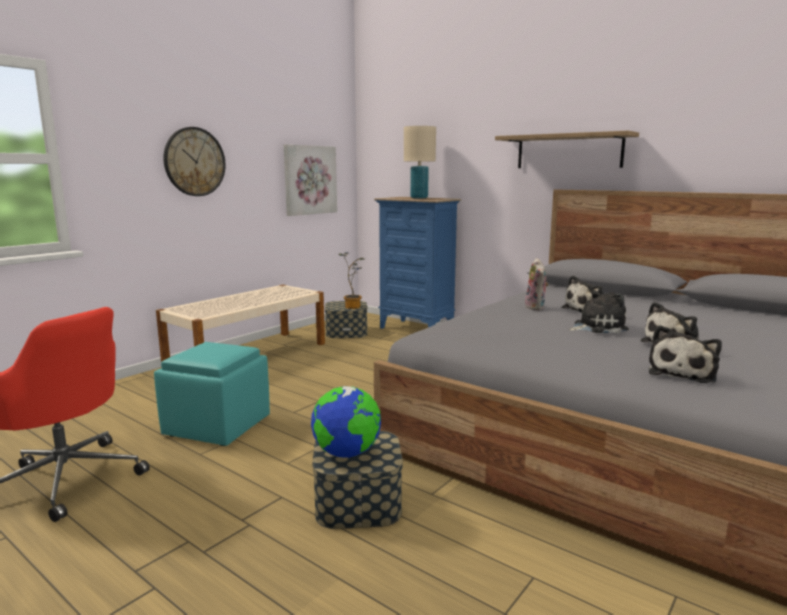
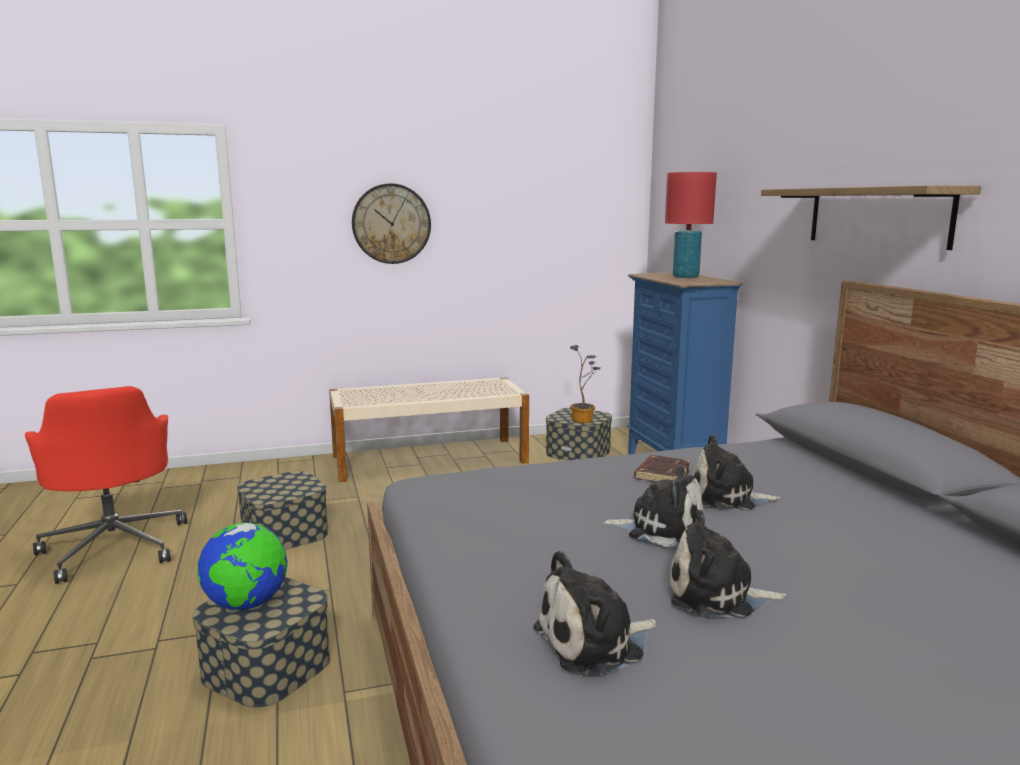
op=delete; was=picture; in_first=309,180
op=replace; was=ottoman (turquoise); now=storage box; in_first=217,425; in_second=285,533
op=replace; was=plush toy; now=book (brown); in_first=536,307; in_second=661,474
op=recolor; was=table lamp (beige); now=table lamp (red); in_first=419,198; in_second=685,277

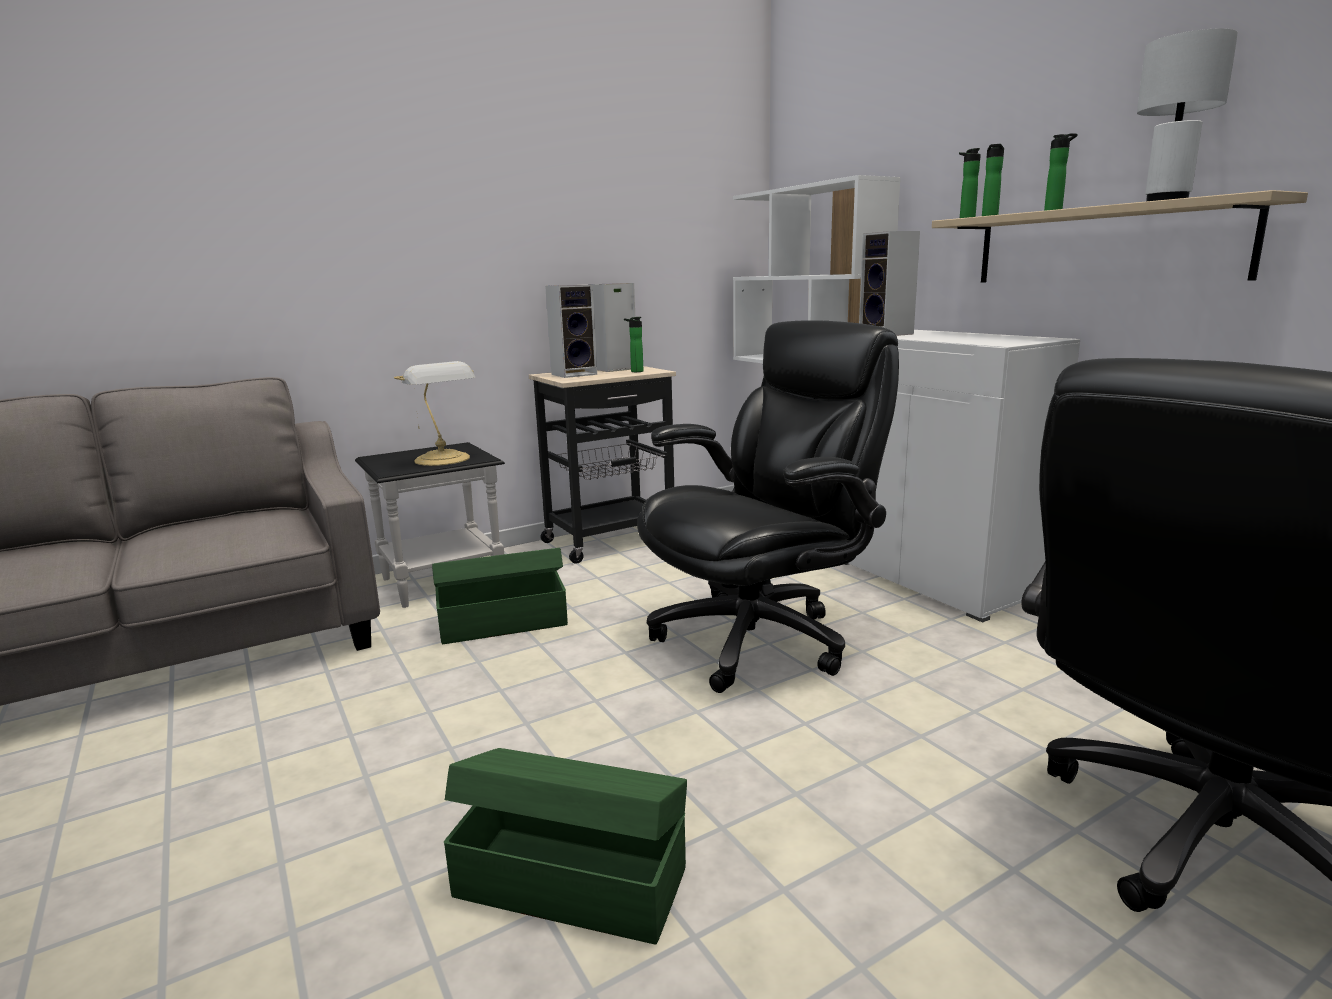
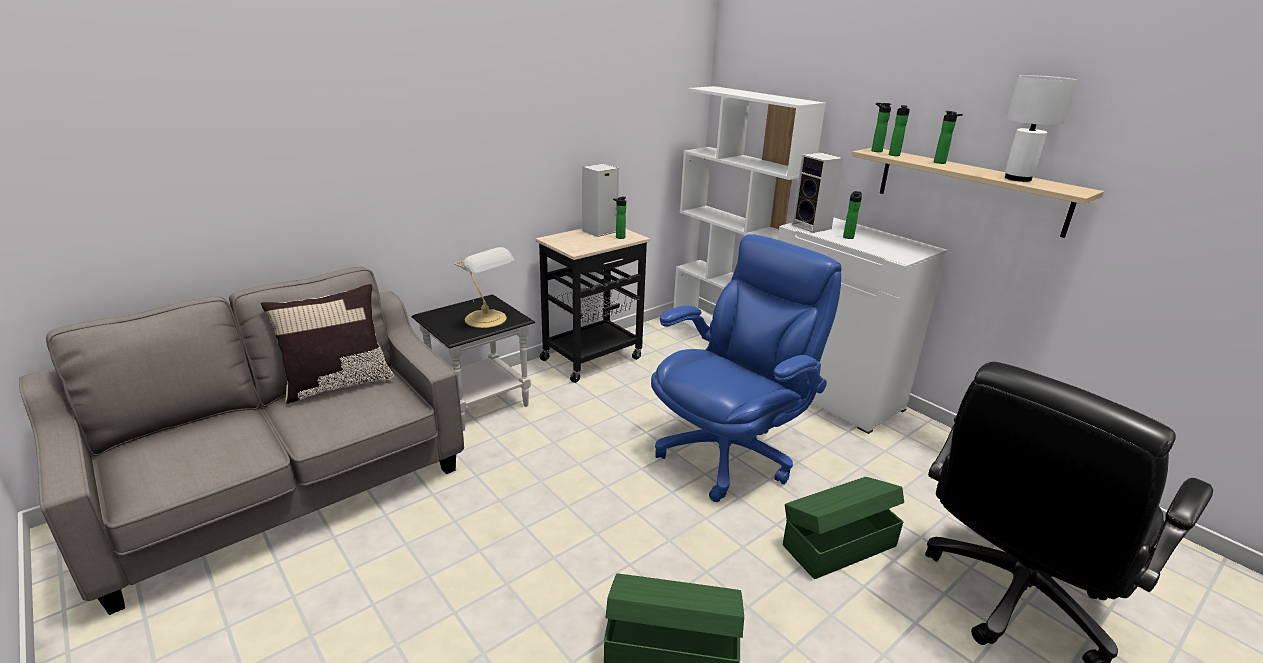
op=delete; was=speaker; in_first=575,374
op=insert; now=pillow; in_second=339,384
op=insert; now=bottle; in_second=848,237
op=move; was=storage box (green); in_first=501,622; in_second=837,545
op=recolor; was=office chair (black); now=office chair (blue); in_first=759,640; in_second=728,454

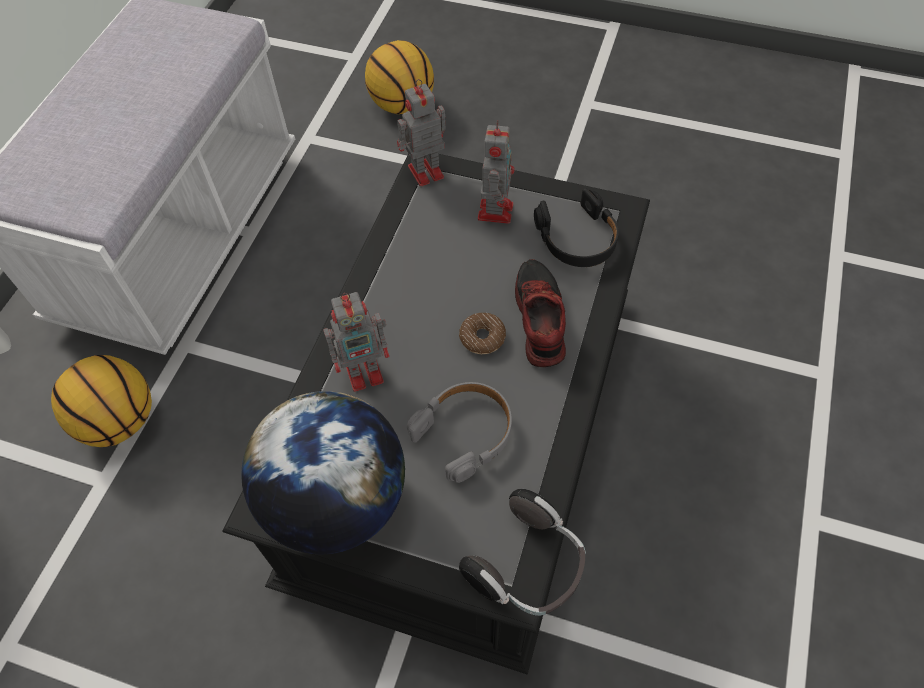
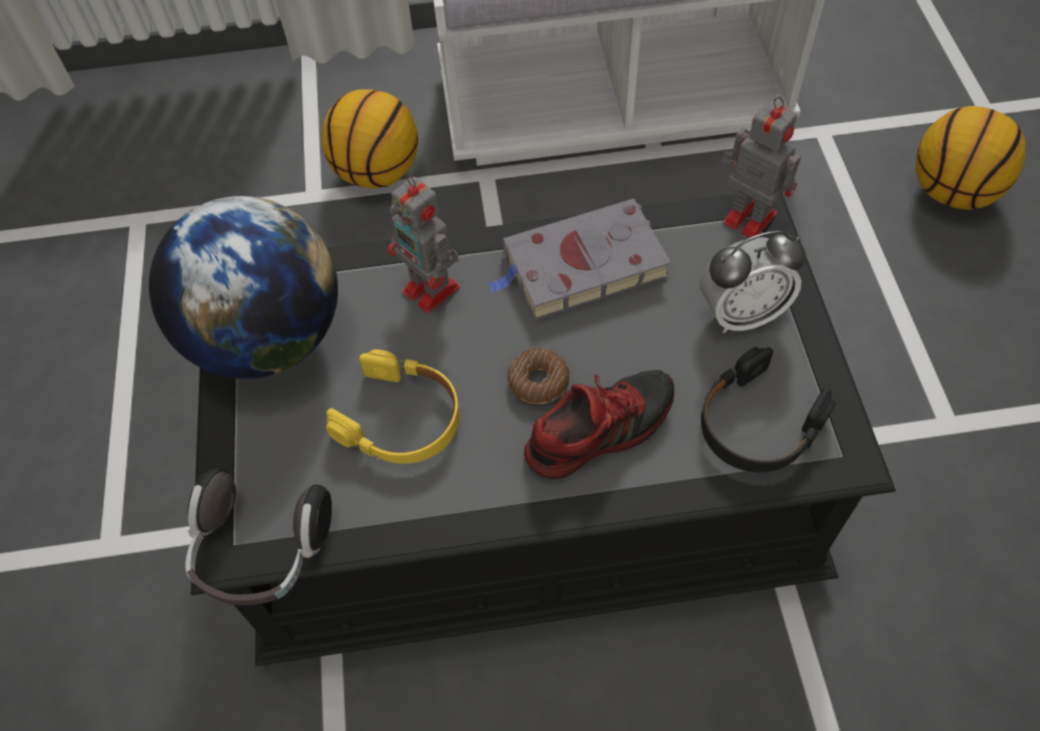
op=insert; now=book (grey); in_second=580,267
op=replace; was=toy robot; now=alarm clock; in_first=495,210; in_second=741,314
op=recolor; was=headphones (grey); now=headphones (yellow); in_first=465,432; in_second=401,419

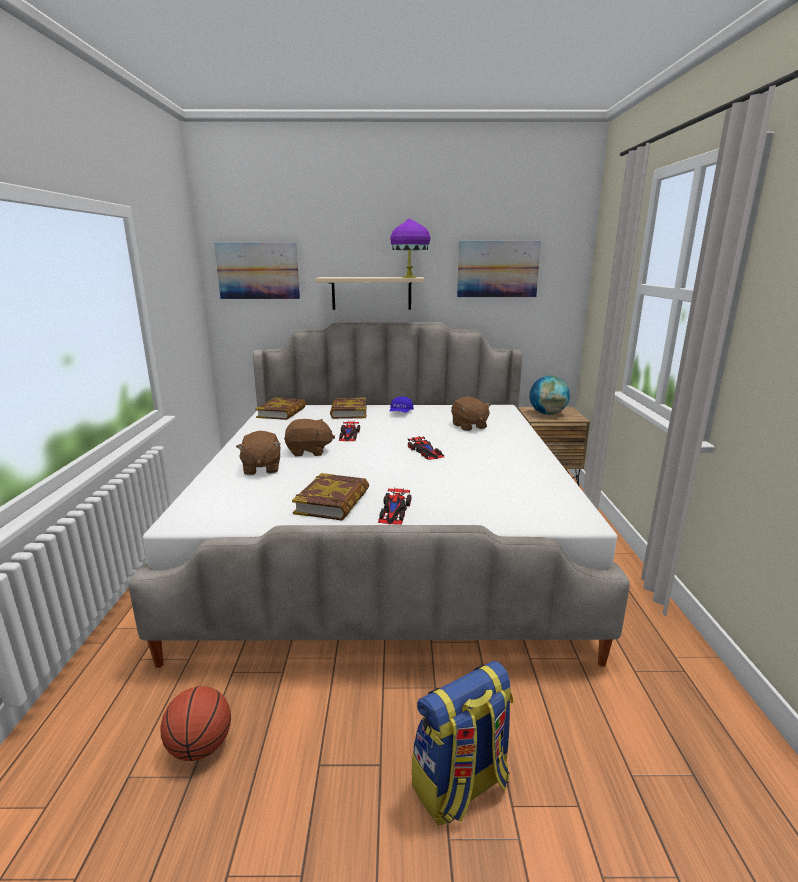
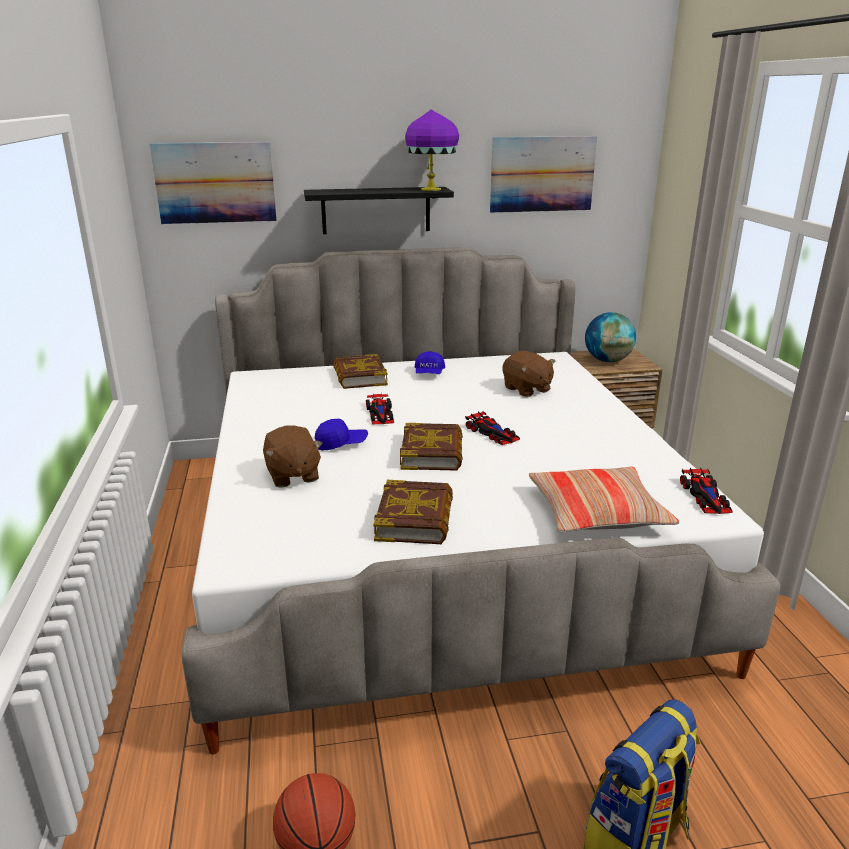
op=insert; now=pillow; in_second=597,512
op=move; was=book; in_first=282,412; in_second=432,453
op=move; was=toy car; in_first=394,511; in_second=705,496
op=replace; was=plush toy (brown); now=cap (blue); in_first=309,451; in_second=341,444
op=recolor; was=shelf (beige); now=shelf (black); in_first=371,293; in_second=376,210

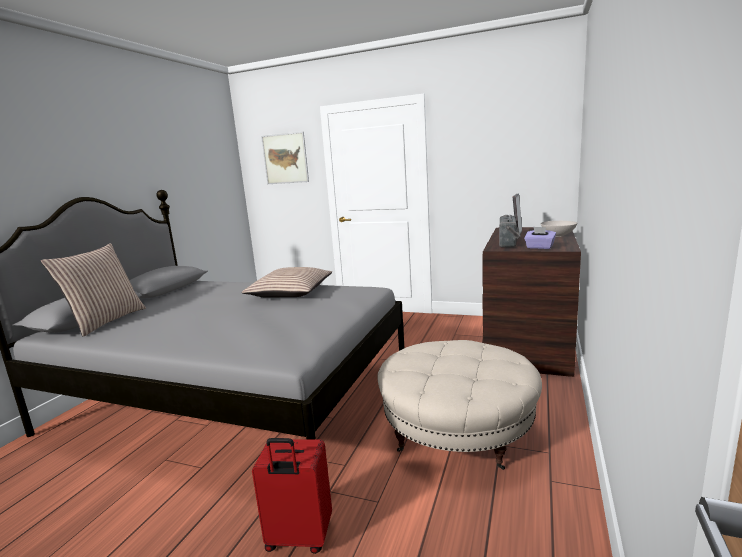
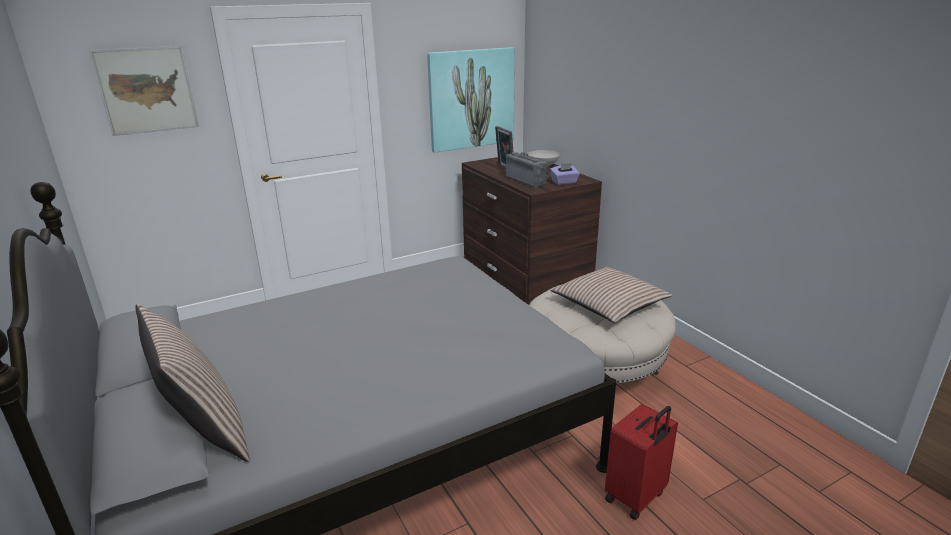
op=insert; now=picture; in_second=471,99
op=move; was=pillow; in_first=290,292; in_second=609,304

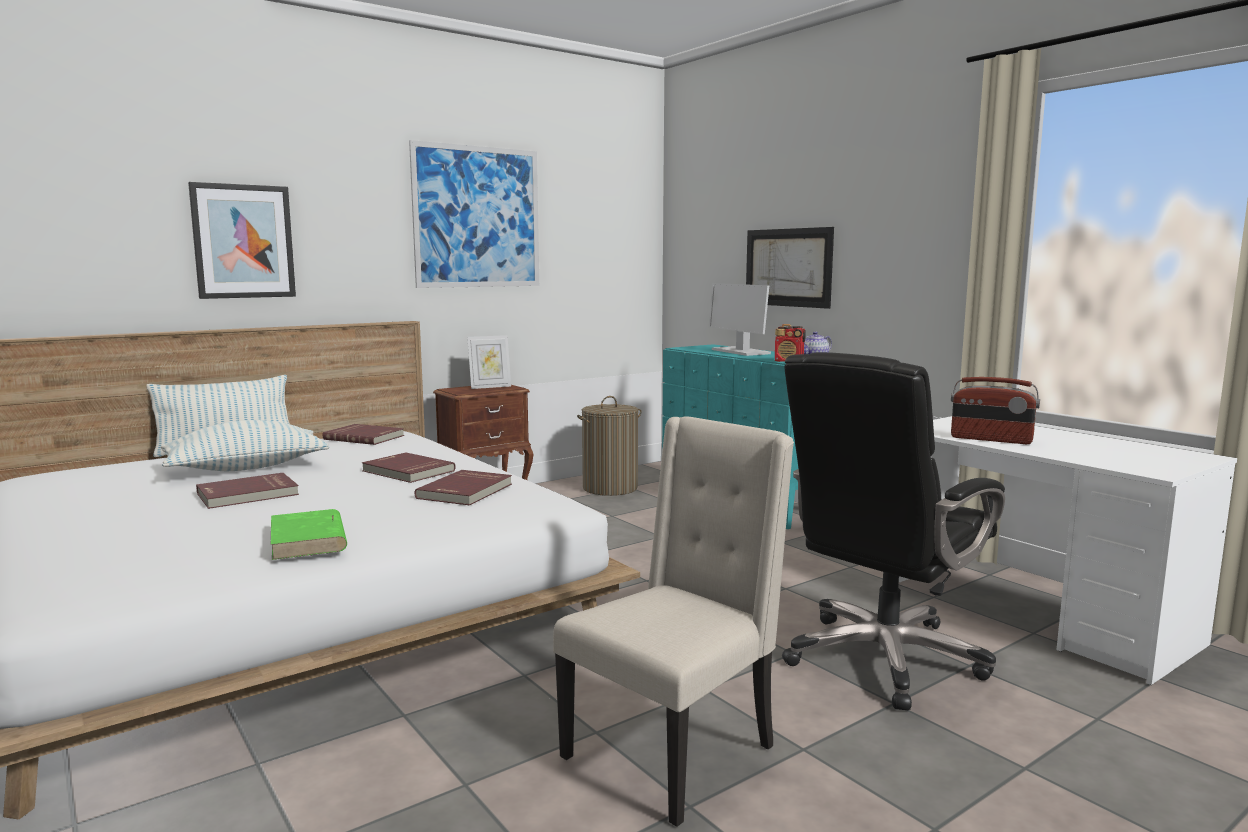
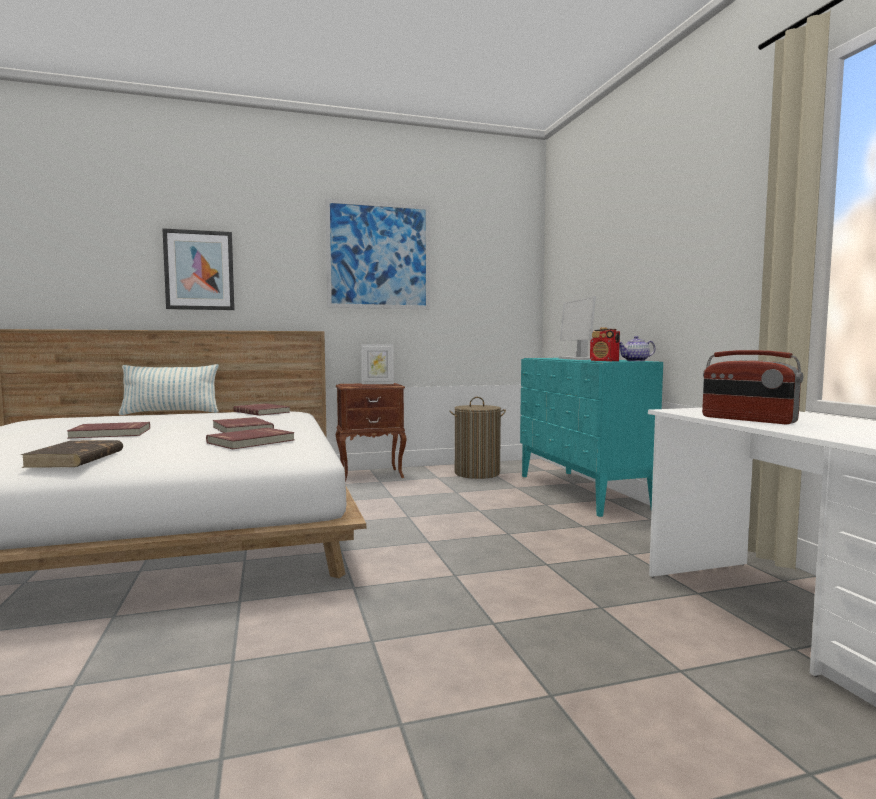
op=delete; was=pillow; in_first=246,468
op=delete; was=chair (beige); in_first=673,752
op=delete; was=picture; in_first=787,267
op=delete; was=office chair (black); in_first=883,658
op=recolor; was=book (green); now=book (brown); in_first=308,540; in_second=75,459

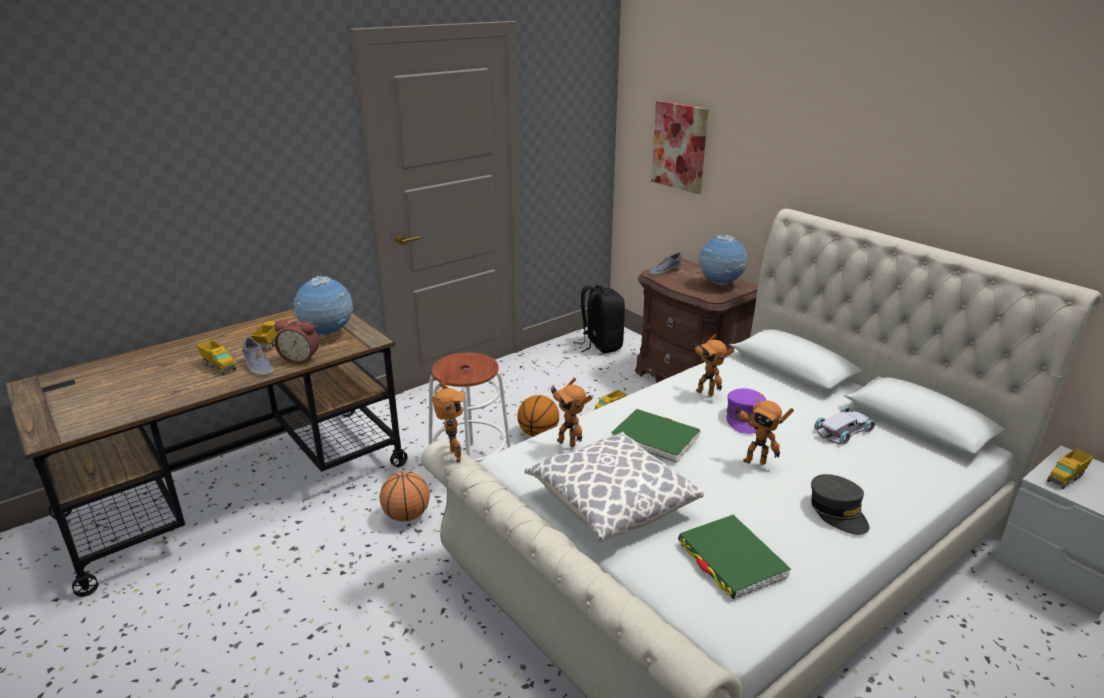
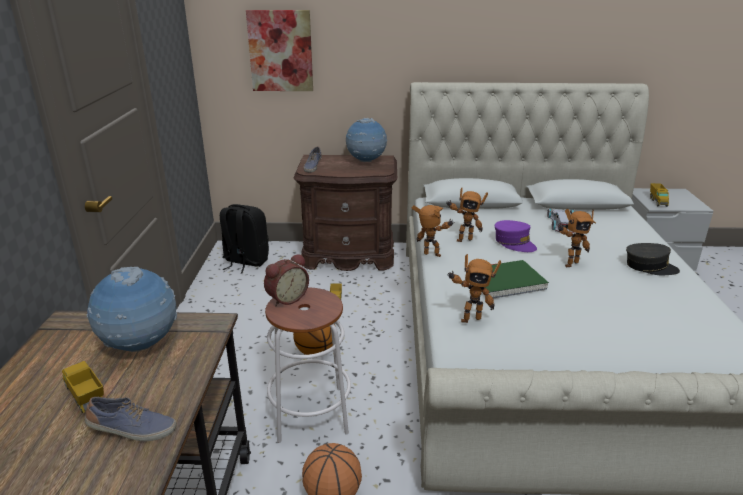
op=delete; was=toy truck; in_first=219,366
op=delete; was=pillow; in_first=611,504
op=delete; was=book (green); in_first=731,560
op=move; was=alarm clock; in_first=301,358; in_second=286,298
op=move; was=toy robot; in_first=452,456; in_second=431,256

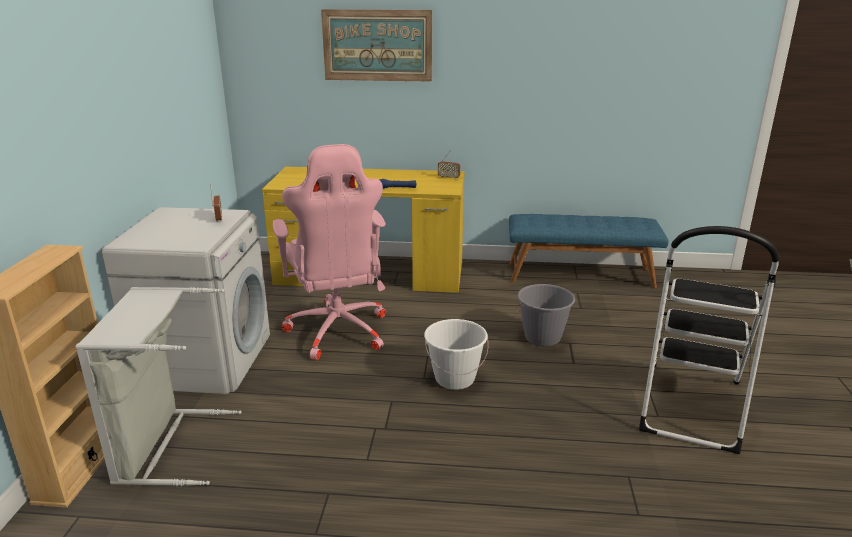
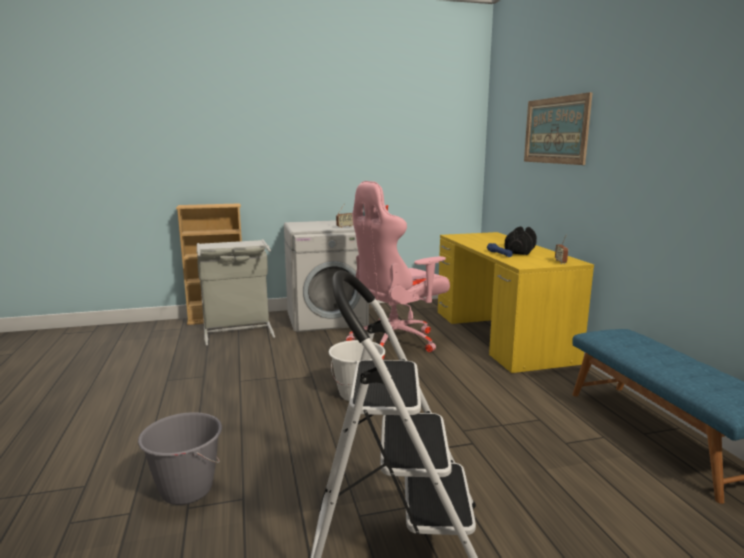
op=insert; now=dumbbell (black); in_second=519,251
op=move; was=bucket (grey); in_first=542,338; in_second=186,490

